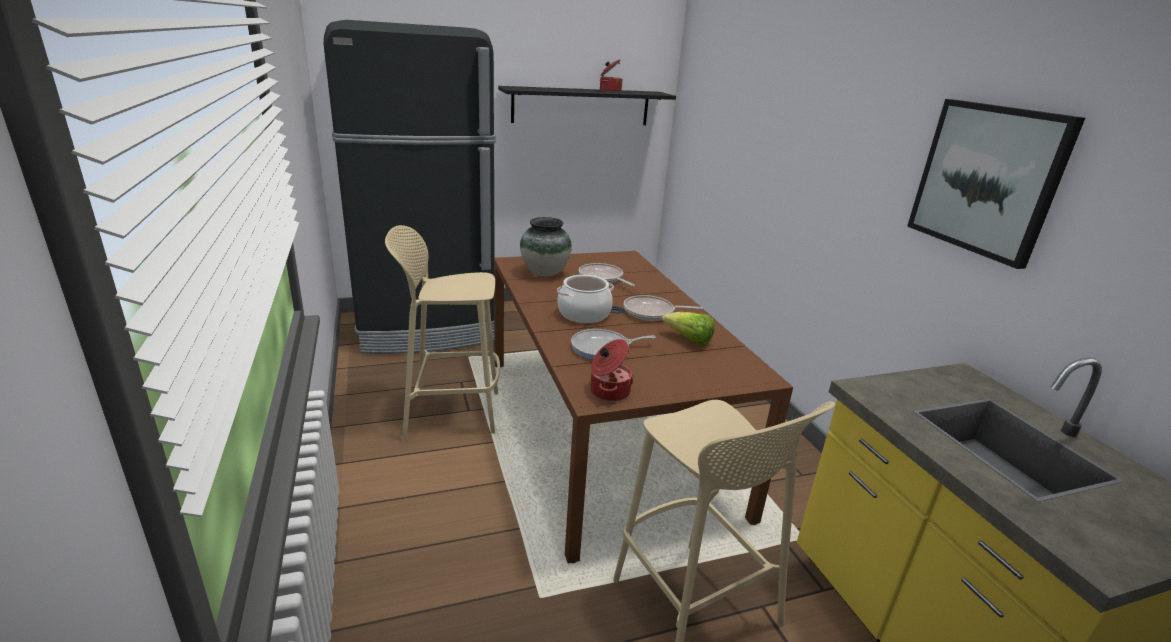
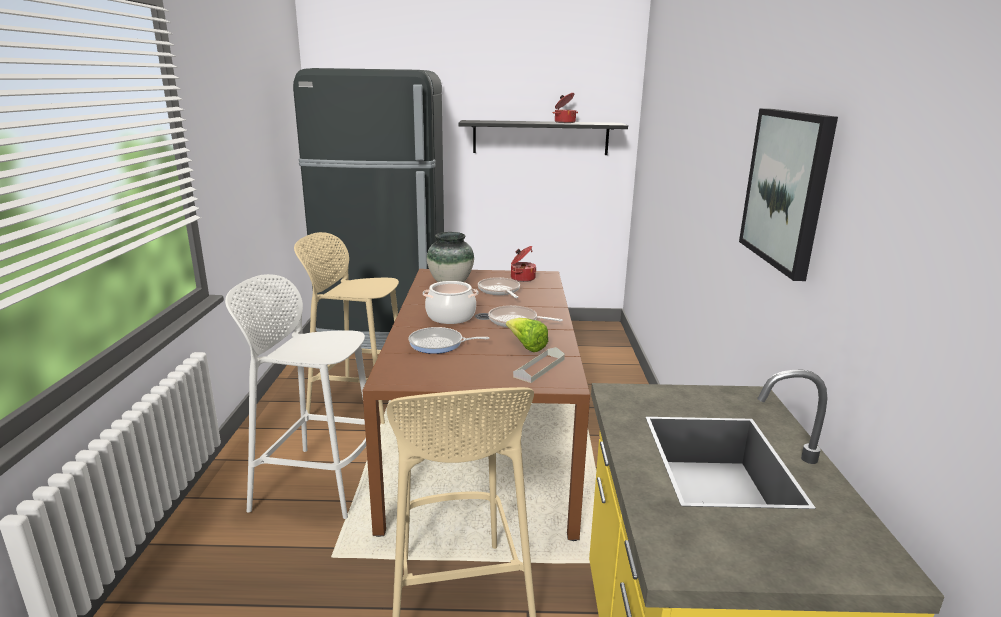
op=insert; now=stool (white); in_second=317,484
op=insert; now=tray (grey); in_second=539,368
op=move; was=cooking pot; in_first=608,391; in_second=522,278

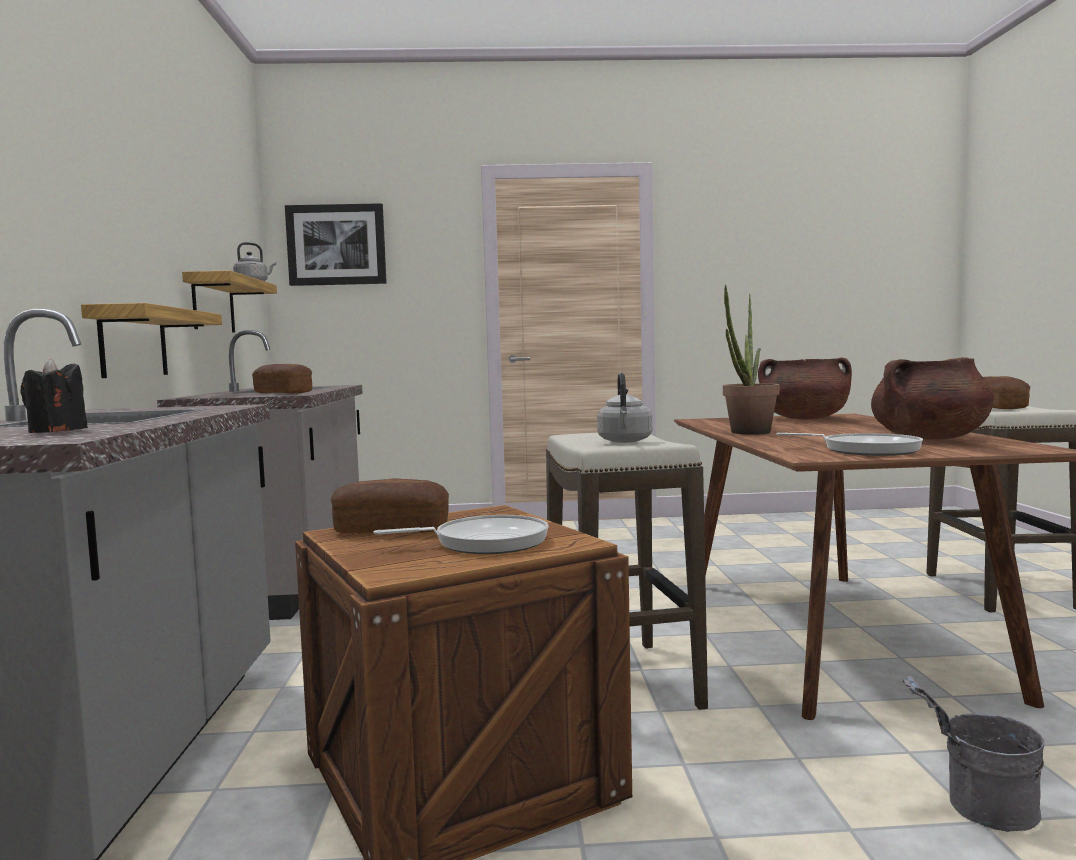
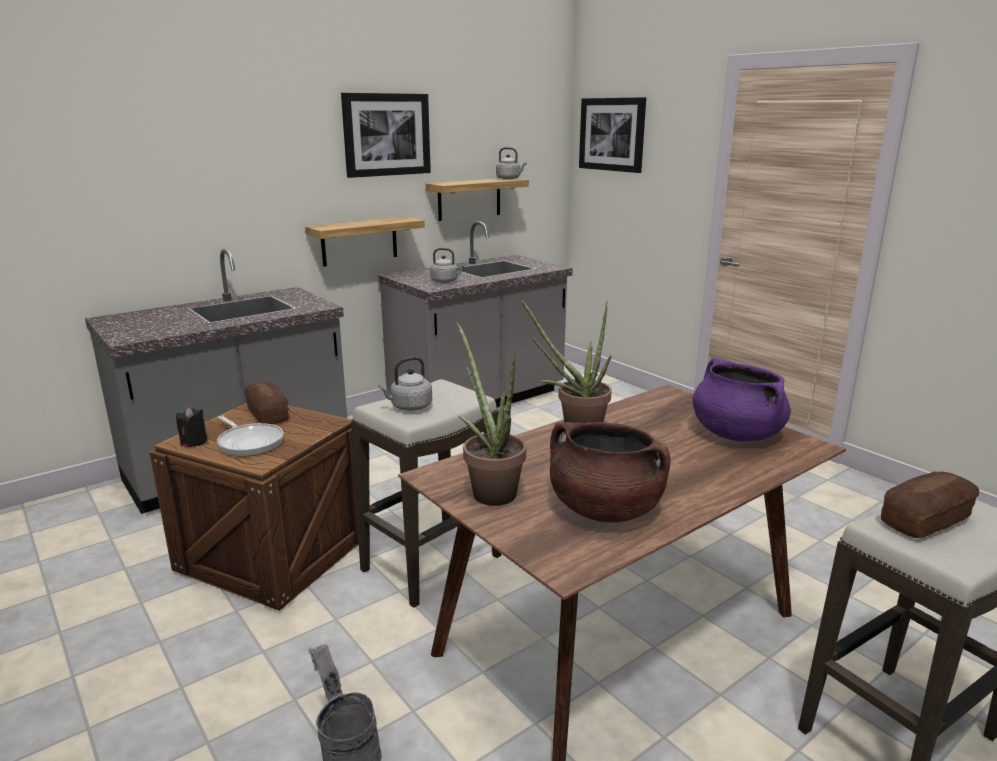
op=insert; now=picture; in_second=386,135
op=move; was=candle (black); in_first=57,431; in_second=194,442
op=replace; was=bread; now=kettle (grey); in_first=283,393; in_second=446,281
op=replace; was=frying pan; now=potted plant; in_first=864,450; in_second=489,490
op=recolor; was=cooking pot (brown); now=cooking pot (purple); in_first=804,419; in_second=735,434

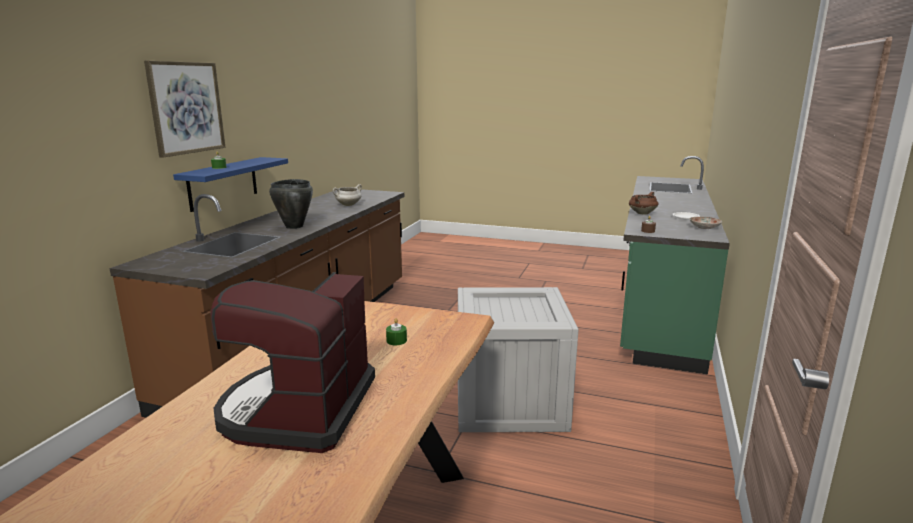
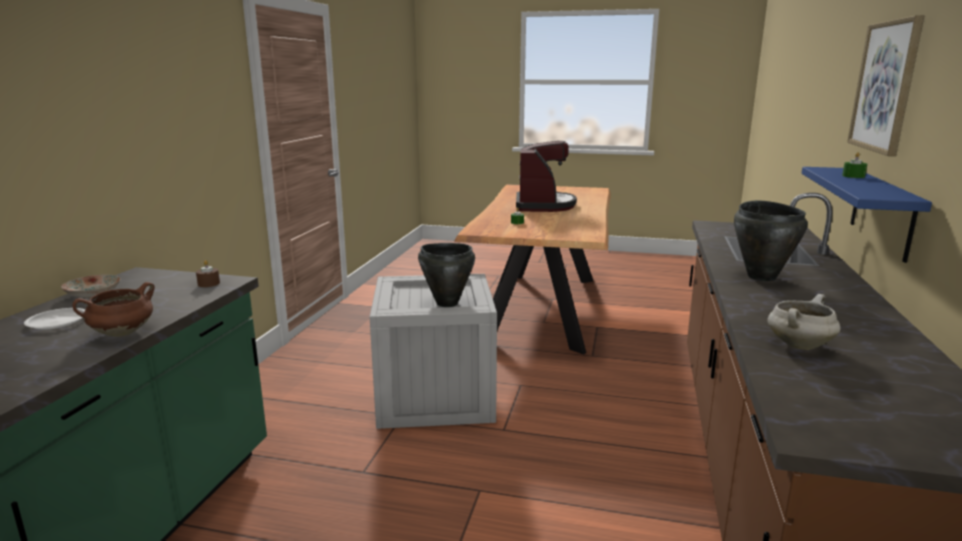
op=insert; now=cooking pot (black); in_second=446,303

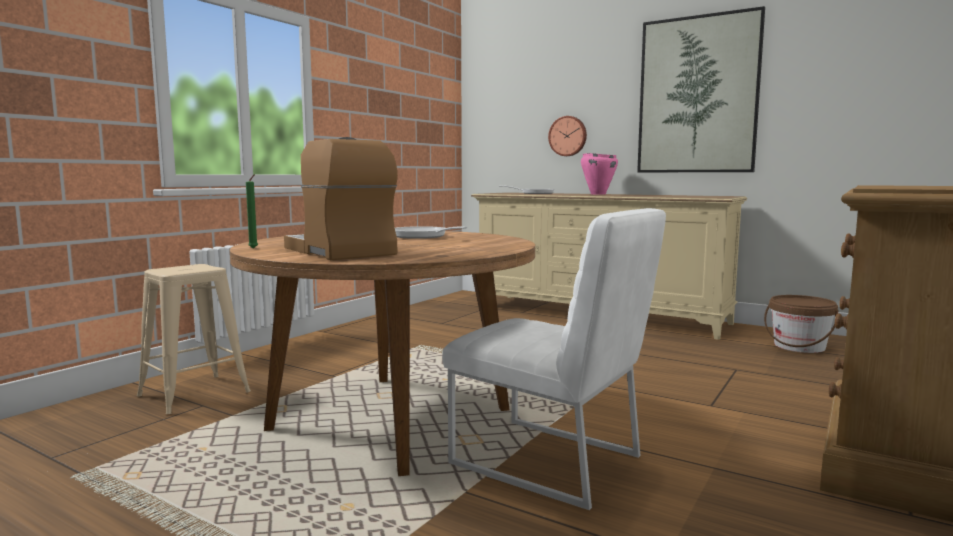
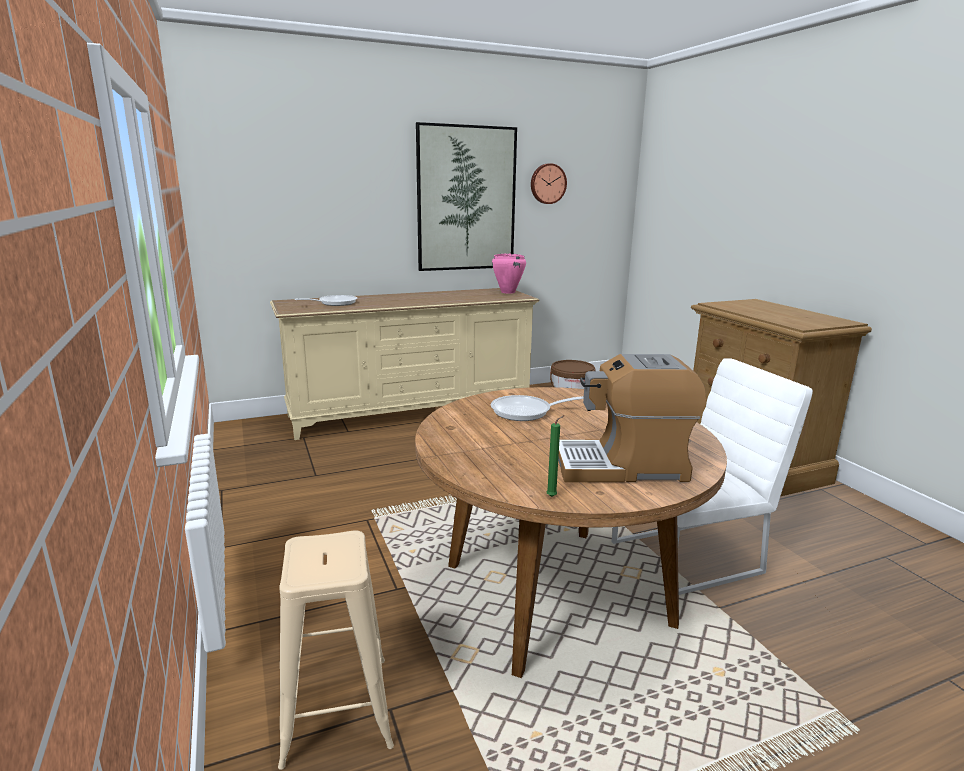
op=move; was=wall clock; in_first=568,136; in_second=547,183
op=move; was=cooking pot (pink); in_first=597,194; in_second=507,292

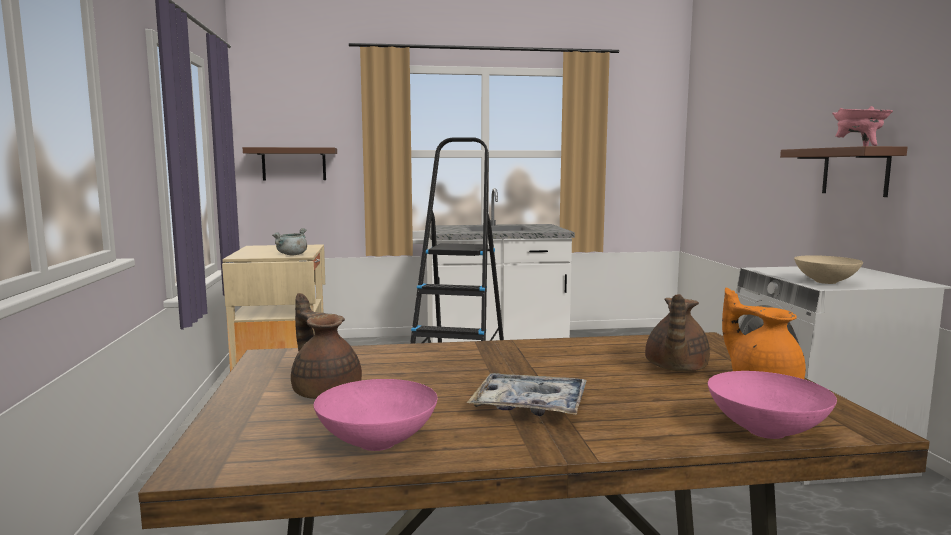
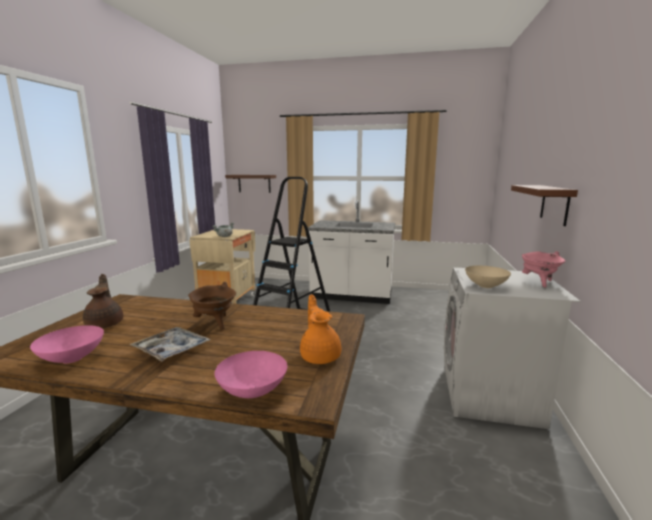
op=delete; was=teapot (brown); in_first=675,368
op=insert; now=cooking pot (brown); in_second=214,323
op=move; was=cooking pot (pink); in_first=859,146; in_second=538,282

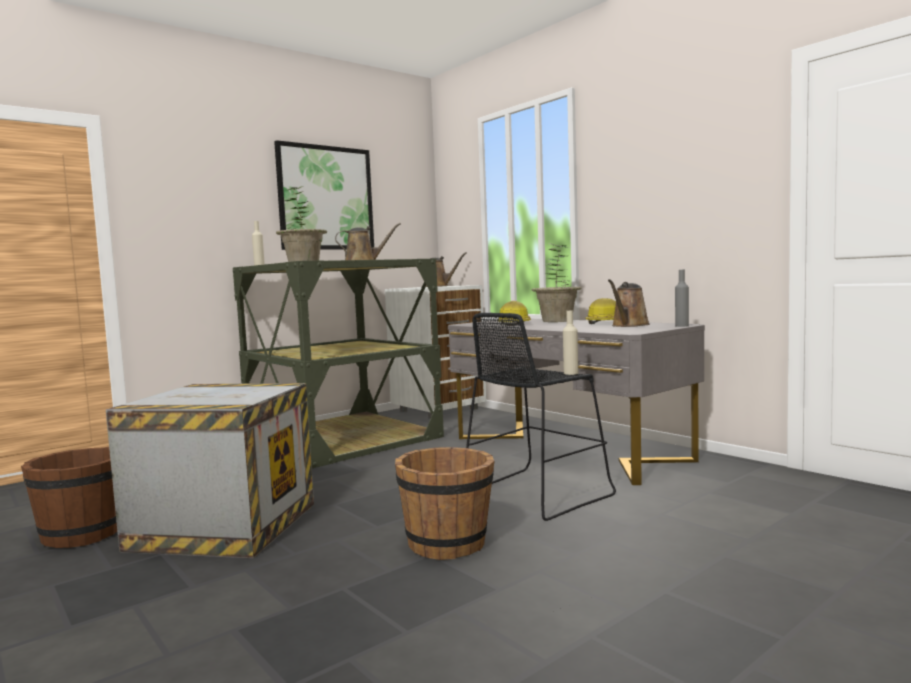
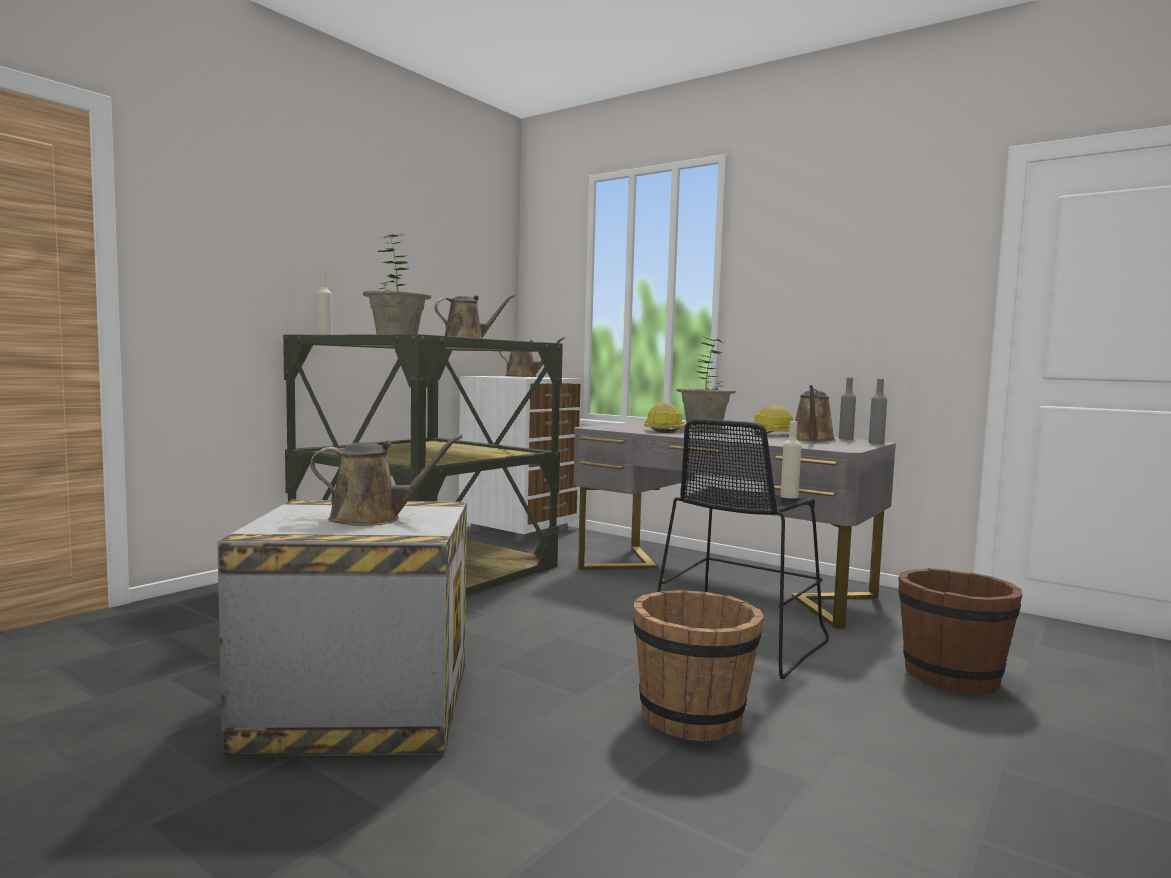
op=delete; was=picture; in_first=325,198
op=insert; now=watering can (brown); in_second=373,518
op=insert; now=bottle (grey); in_second=846,438
op=move; was=bucket (brown); in_first=83,534; in_second=951,676

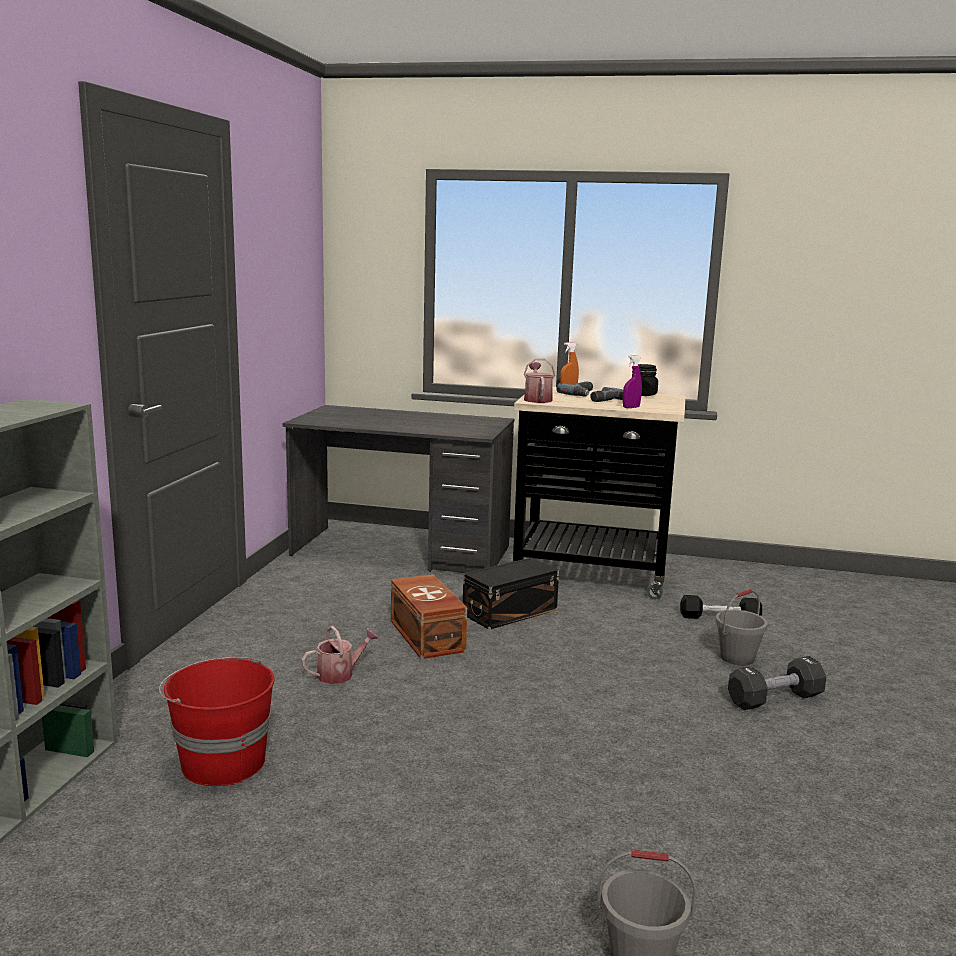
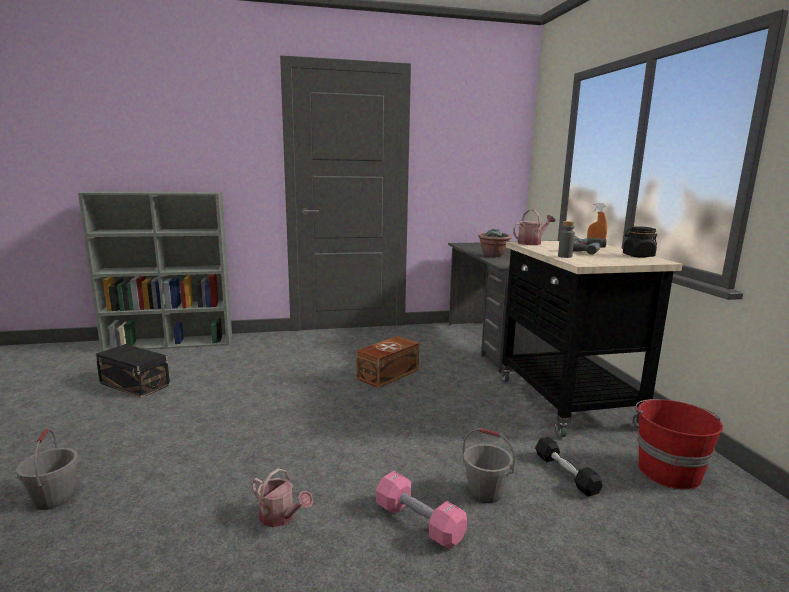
op=insert; now=potted plant; in_second=493,255
op=move; was=bucket (red); in_first=221,762; in_second=668,471
op=move; was=watering can; in_first=340,674; in_second=280,517
op=move; was=storage box (black); in_first=508,612; in_second=135,383
op=replace; was=spray bottle (purple); now=bottle (grey); in_first=631,407; in_second=564,256
op=recolor; was=dumbbell (black); now=dumbbell (pink); in_first=775,699; in_second=419,523

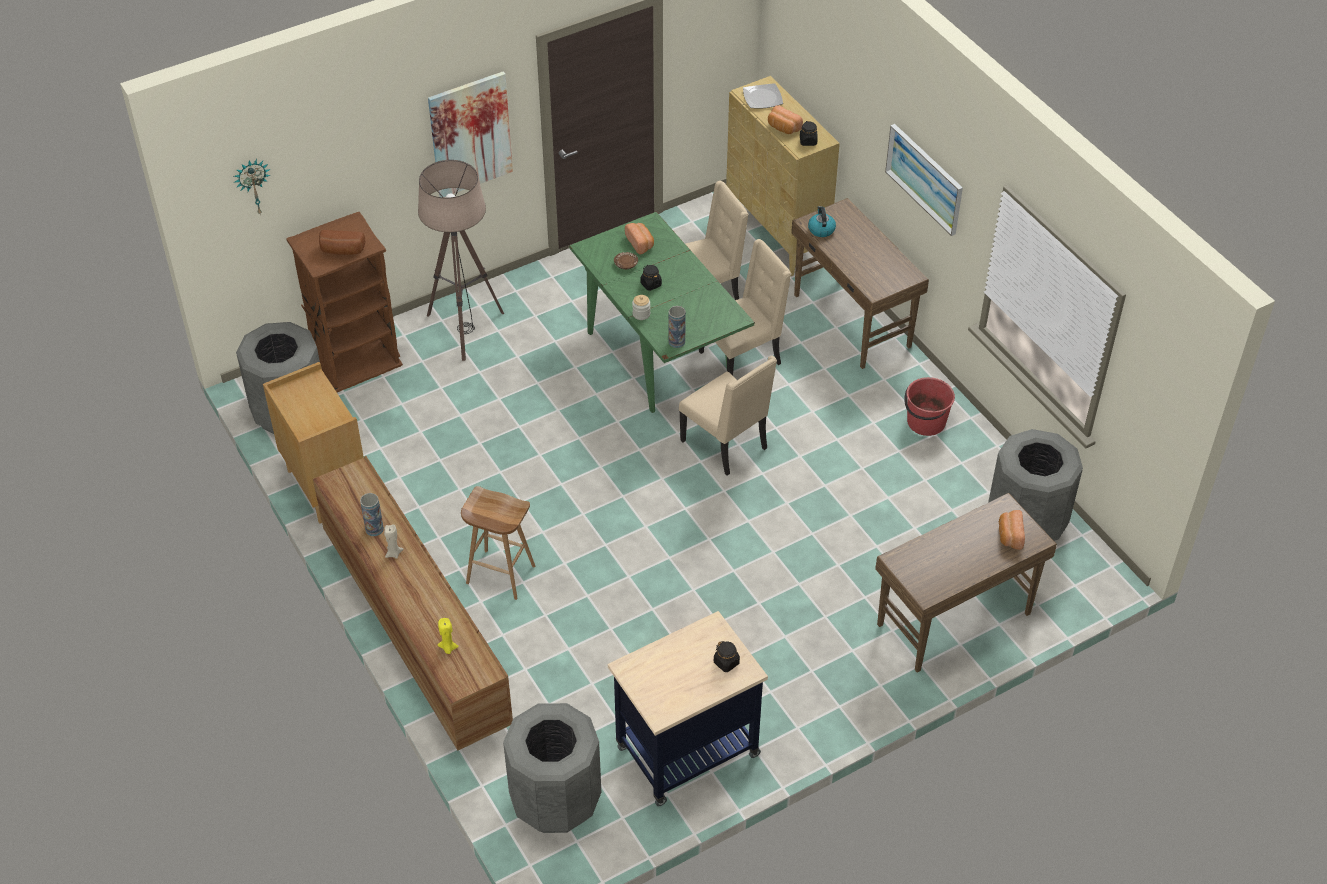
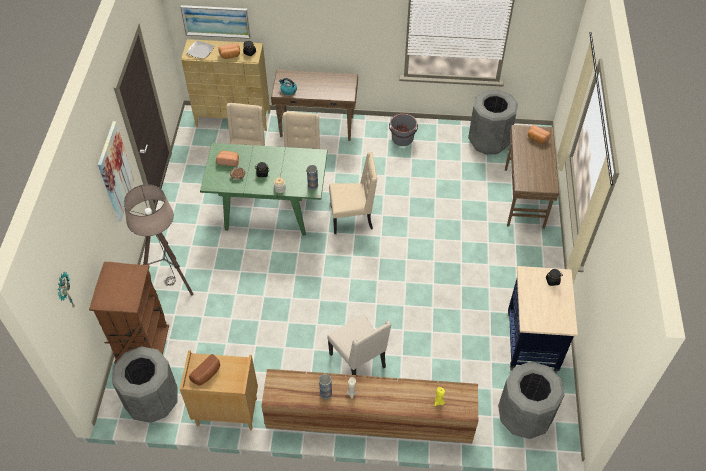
op=move; was=bread; in_first=342,251; in_second=207,374
op=move; was=picture; in_first=925,178; in_second=216,21
op=replace; was=stool (brown); now=chair (beige); in_first=499,575; in_second=359,361
op=recolor; was=bucket (red); now=bucket (grey); in_first=925,422; in_second=402,139

